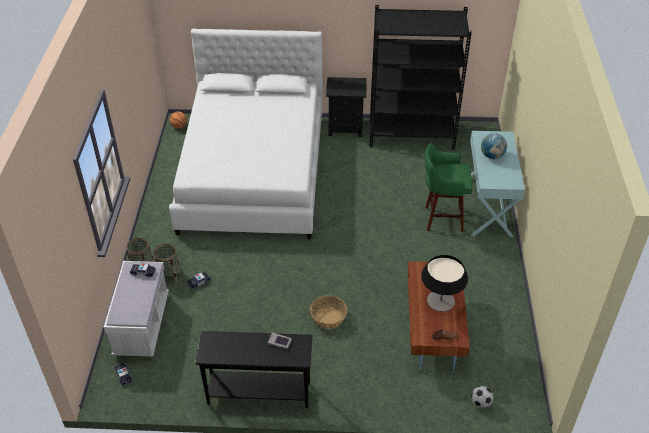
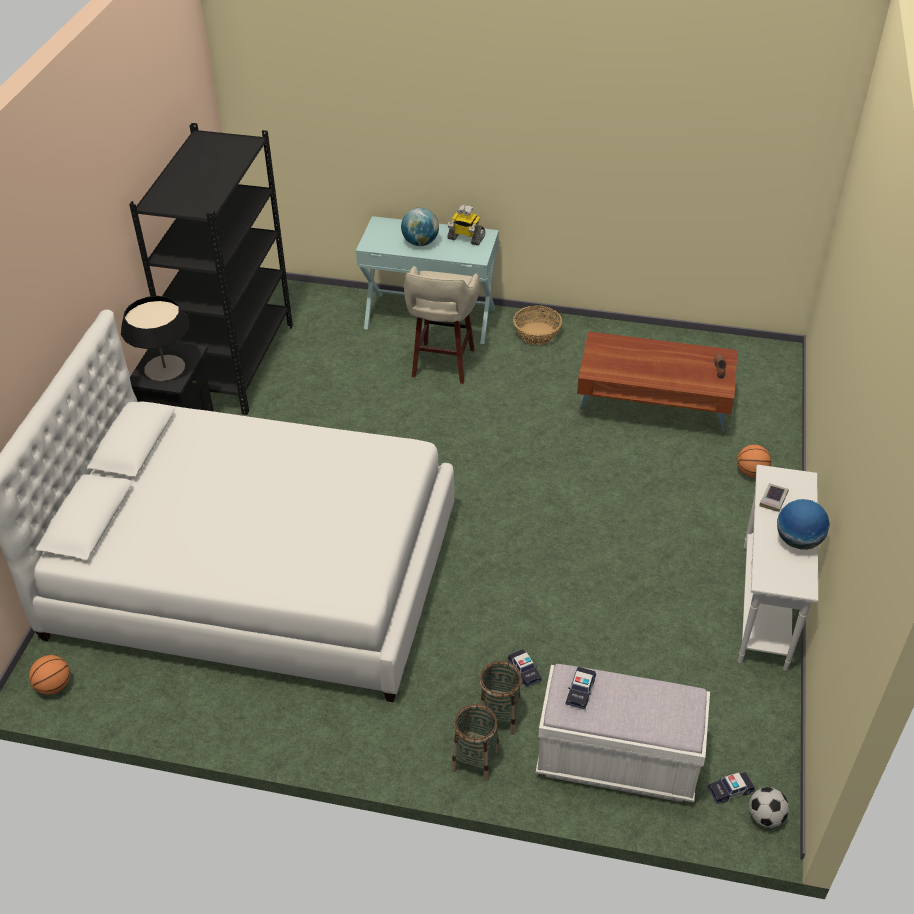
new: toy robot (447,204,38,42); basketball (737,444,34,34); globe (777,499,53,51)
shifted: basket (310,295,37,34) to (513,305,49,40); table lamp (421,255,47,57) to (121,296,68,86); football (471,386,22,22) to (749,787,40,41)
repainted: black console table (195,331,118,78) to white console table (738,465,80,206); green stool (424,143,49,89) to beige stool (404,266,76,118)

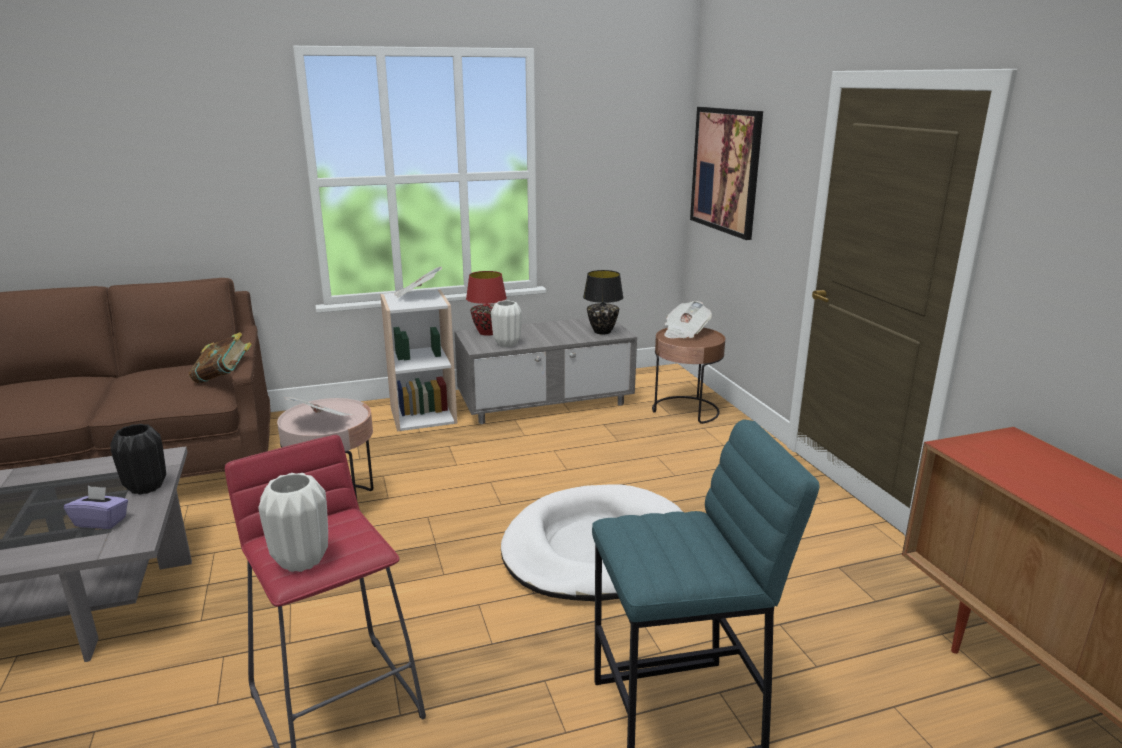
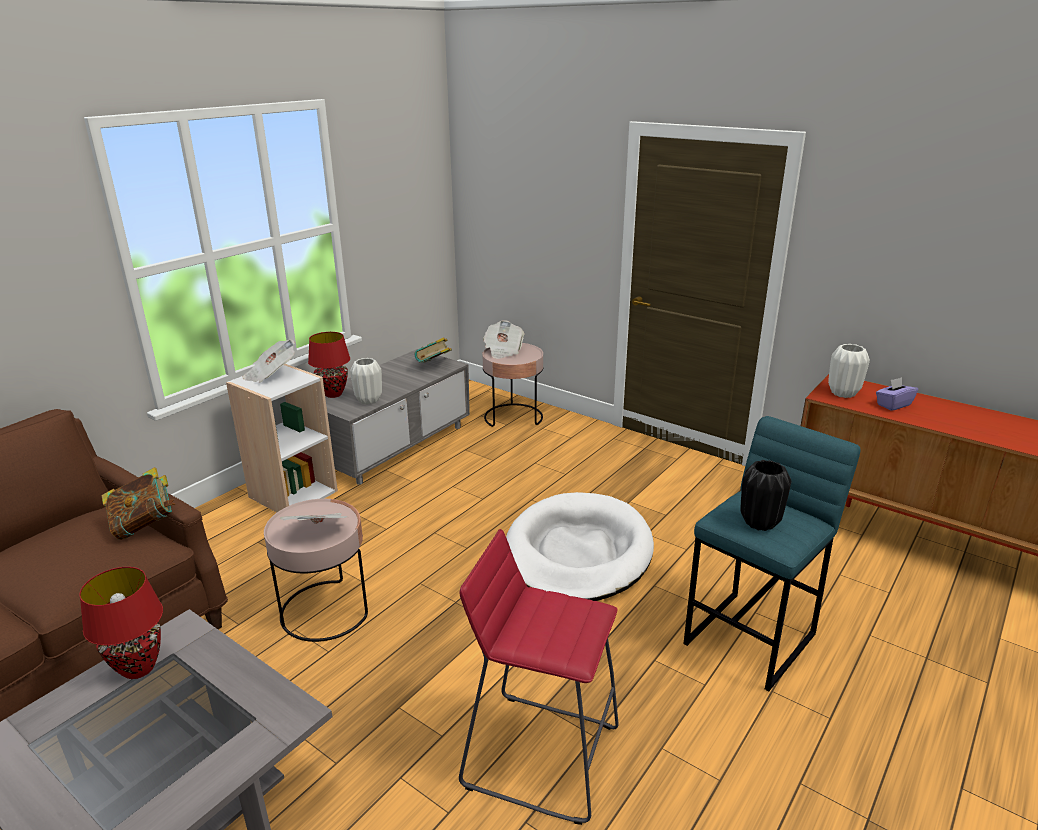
gone: picture (690,107,73,133)
new: red table lamp (79,567,84,112)
shifted: purple tissue box (64,486,64,43) to (876,377,42,34); black vase (110,424,56,71) to (740,460,51,71); white vase (258,473,70,99) to (828,344,42,54)
swapped: black table lamp (583,270,41,65) to book (415,337,37,26)
repainted: brown side table (652,328,73,96) to pink side table (482,343,61,84)

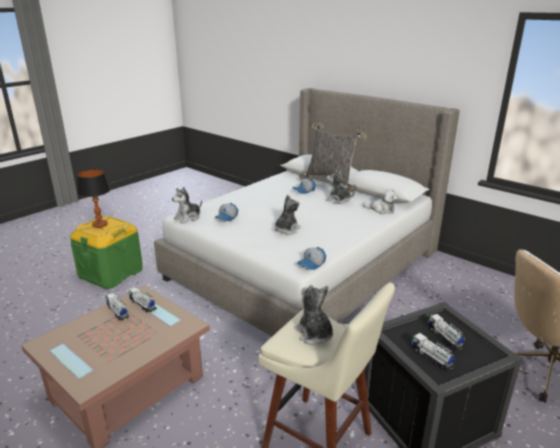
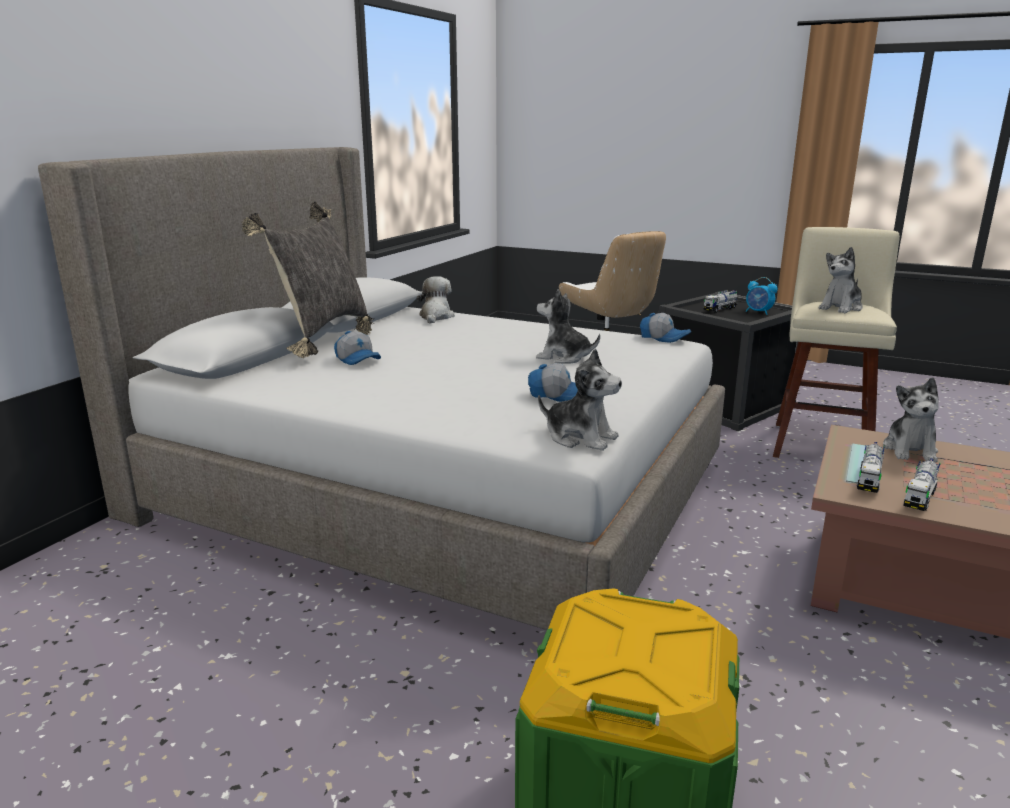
gone: table lamp (77,169,33,59)
shifted: plush toy (326,170,29,34) to (883,378,56,85)
swapped: toy truck (411,333,44,38) to alarm clock (746,277,32,38)

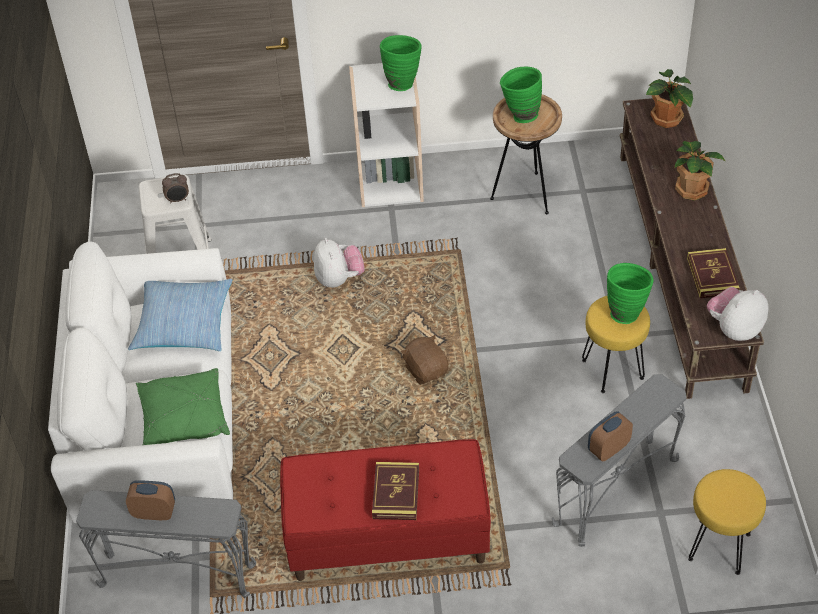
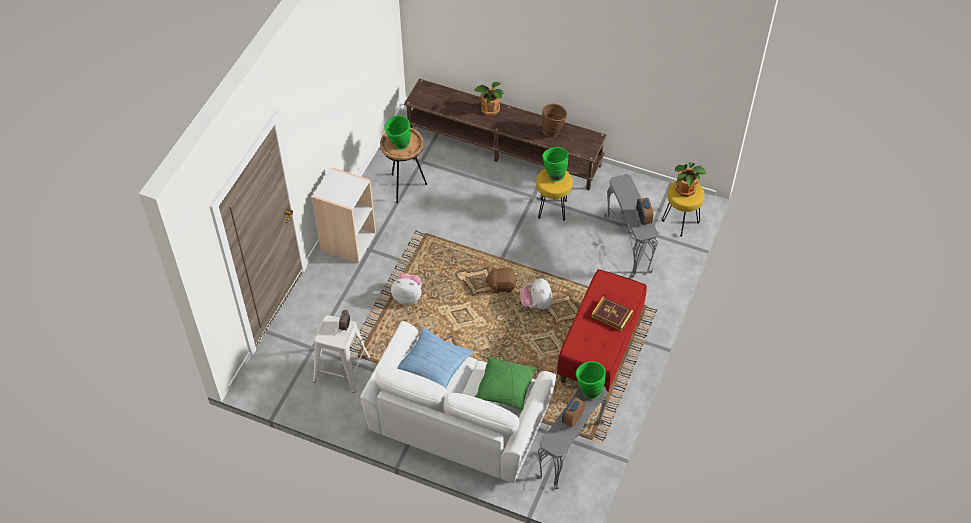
shifted: green vase (380,35,42,56) to (575,361,31,38); potted plant (646,69,47,59) to (675,162,32,35); plush toy (707,287,62,54) to (520,278,32,31)
swapped: book (687,248,53,50) to brown vase (542,104,25,33)

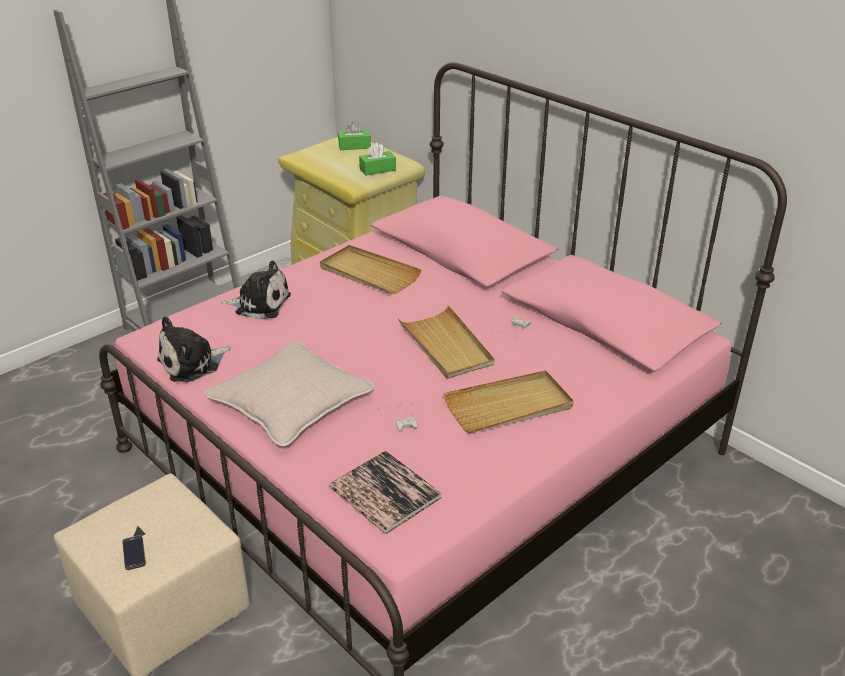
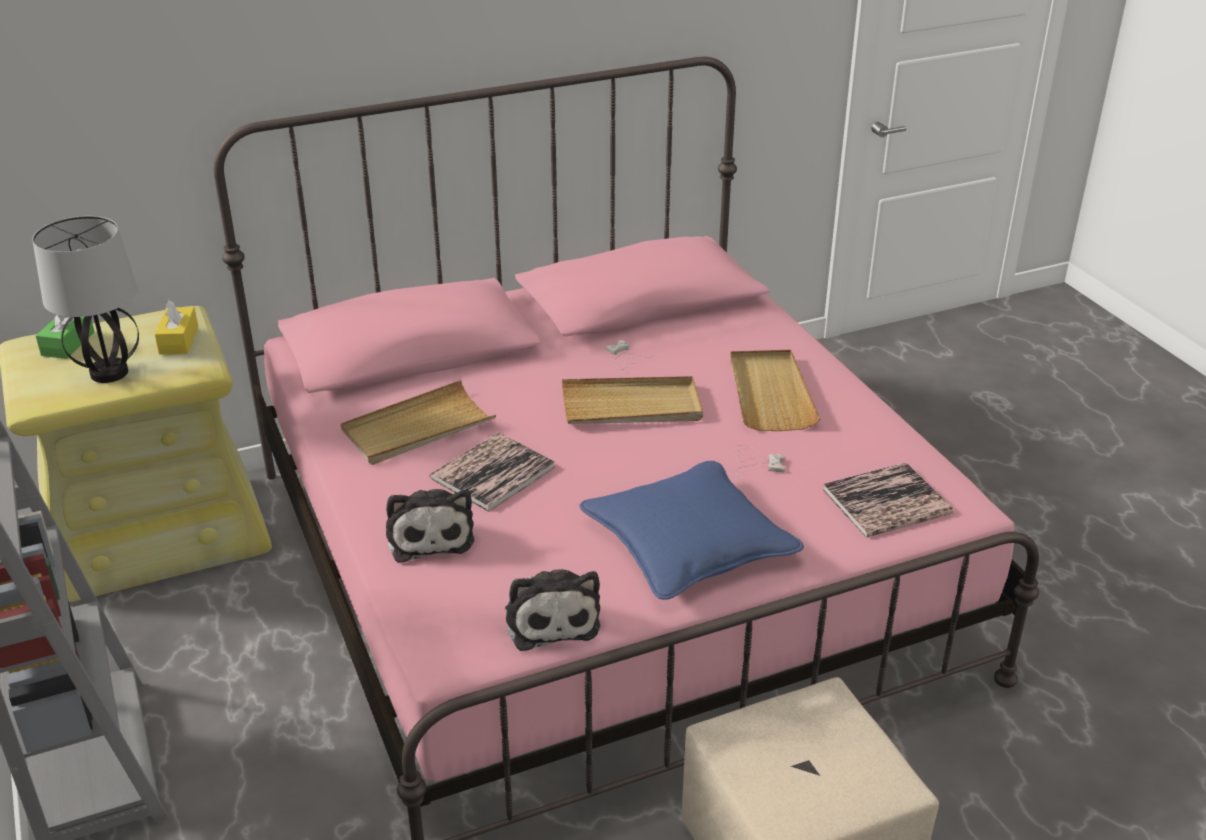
gone: phone (122,535,24,35)
new: table lamp (32,216,107,167); book (429,432,127,80)
repainted: beige pillow (204,341,170,105) to blue pillow (579,461,225,139); green tissue box (359,143,37,33) to yellow tissue box (154,300,44,54)
rotated: plush toy (221,260,70,59) = (386,489,88,74) 135 degrees clockwise

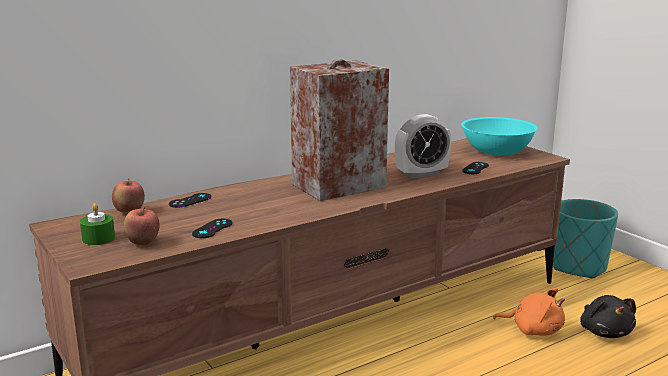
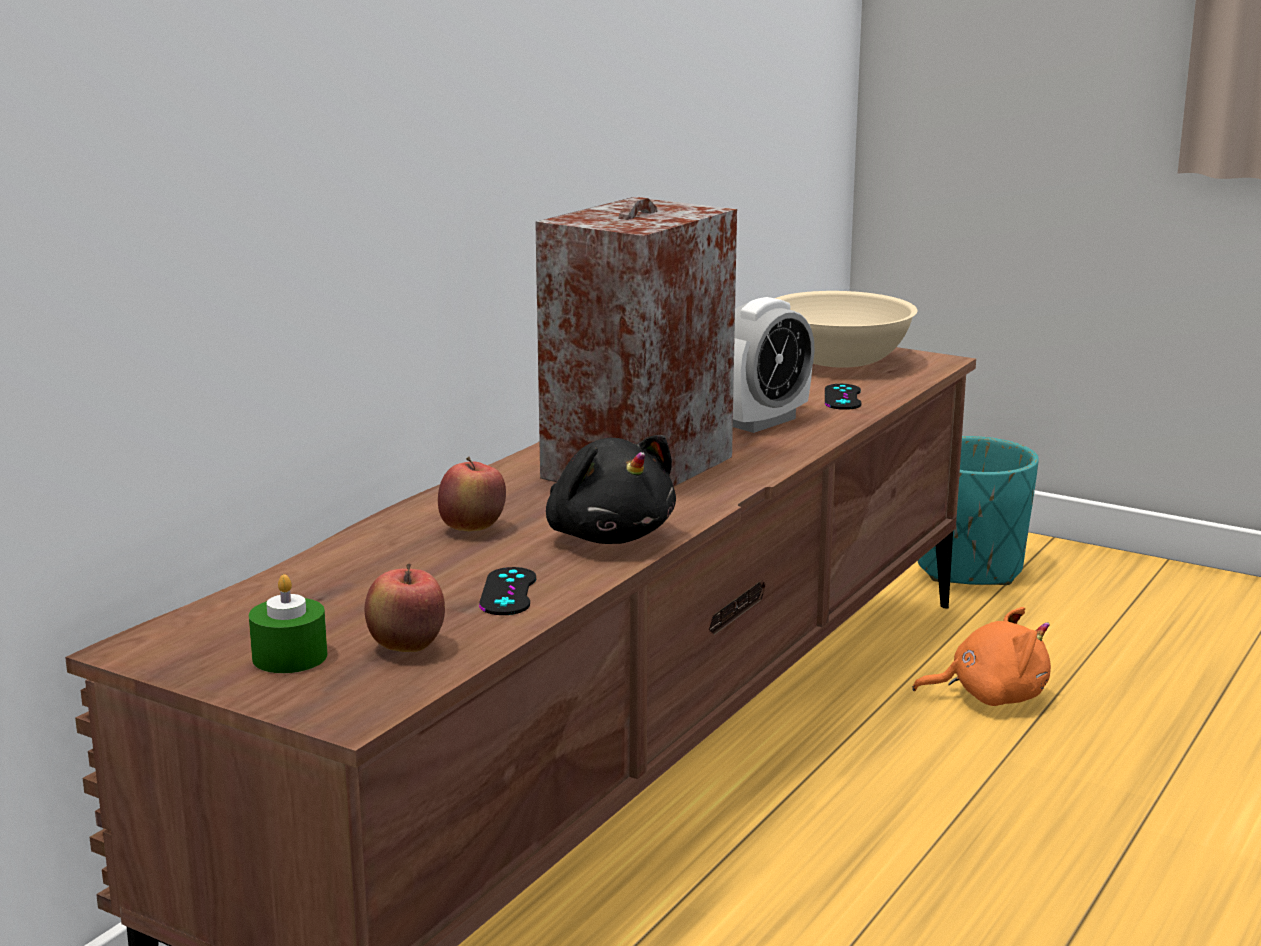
gone: black game controller (169,193,43,15)
shifted: apple (112,178,33,35) to (438,457,68,74); black plush toy (580,295,56,43) to (546,435,130,109)
repainted: turquoise bowl (461,117,77,38) to beige bowl (775,291,142,77)

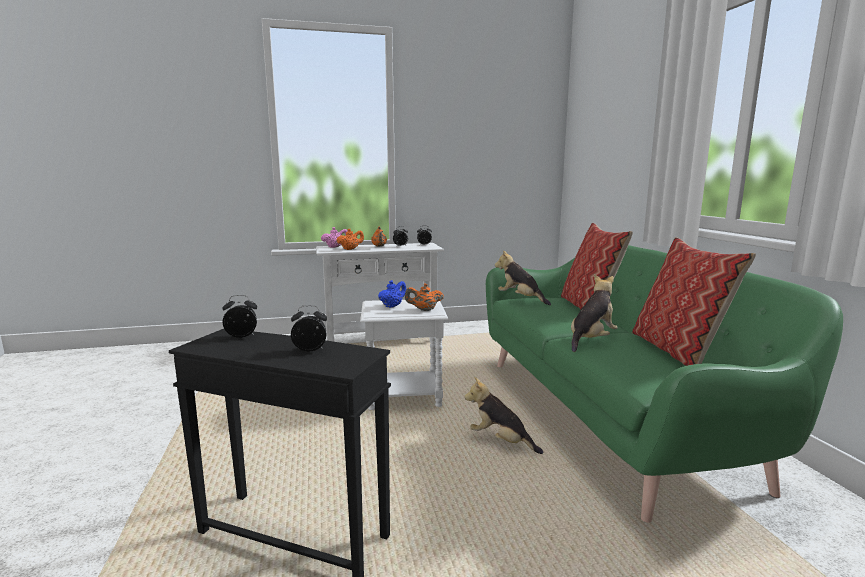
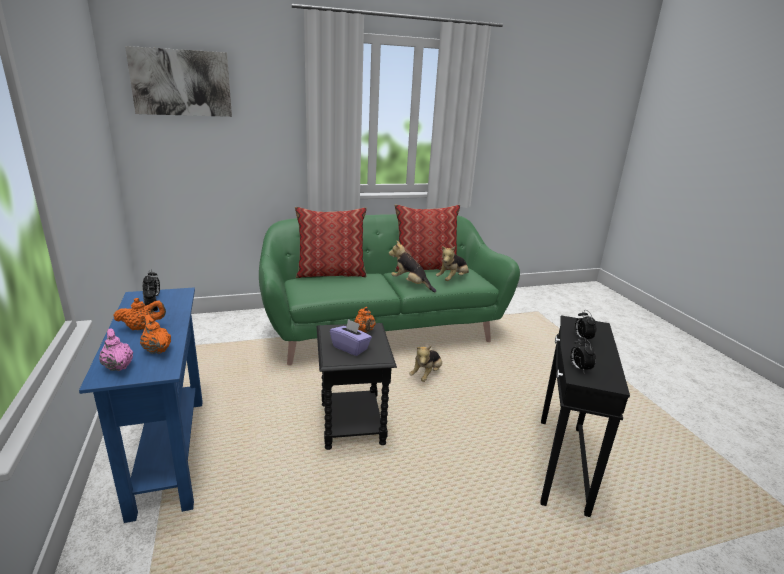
new: picture (125,46,107,71)
shifted: plush toy (495,250,56,55) to (436,246,33,35)
swapped: blue teapot (378,280,28,28) to purple tissue box (330,319,42,37)
repainted: white console table (316,243,128,99) to blue console table (79,287,124,236); white side table (360,300,89,110) to black side table (317,323,80,127)

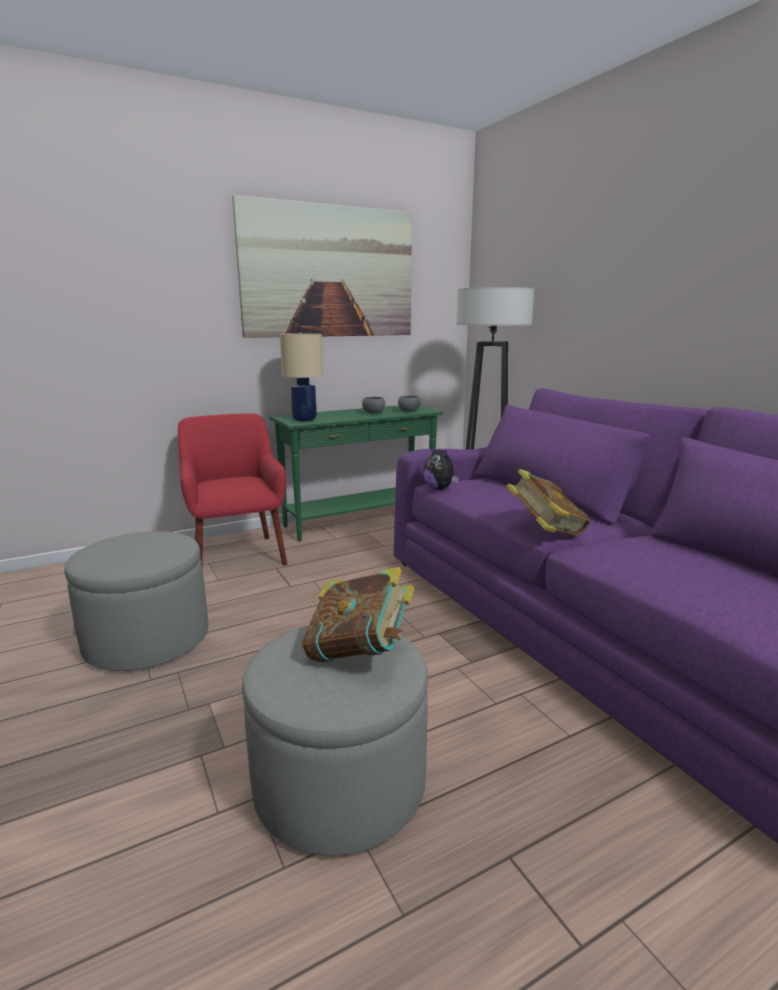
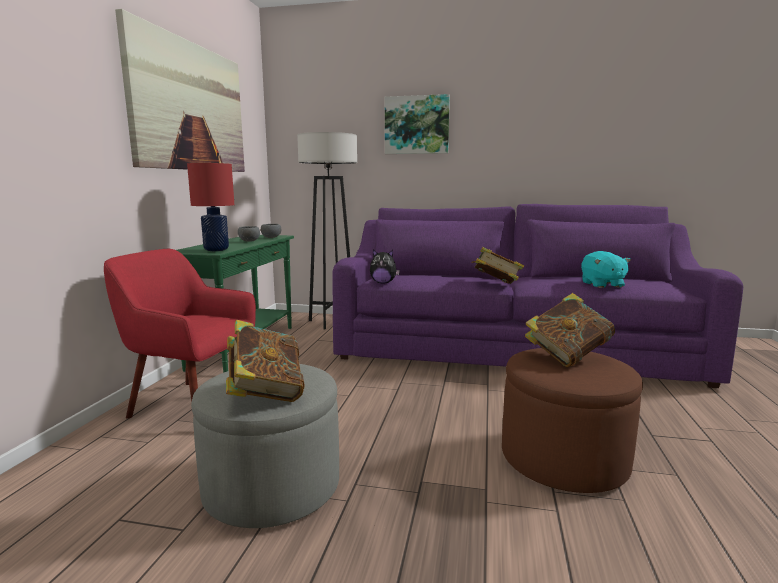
new: book (226,320,79,82); picture (385,94,65,60); turquoise plush toy (581,251,50,37)
repainted: grey ottoman (242,625,186,231) to brown ottoman (502,348,141,145); beige table lamp (280,333,43,88) to red table lamp (187,162,47,89)

